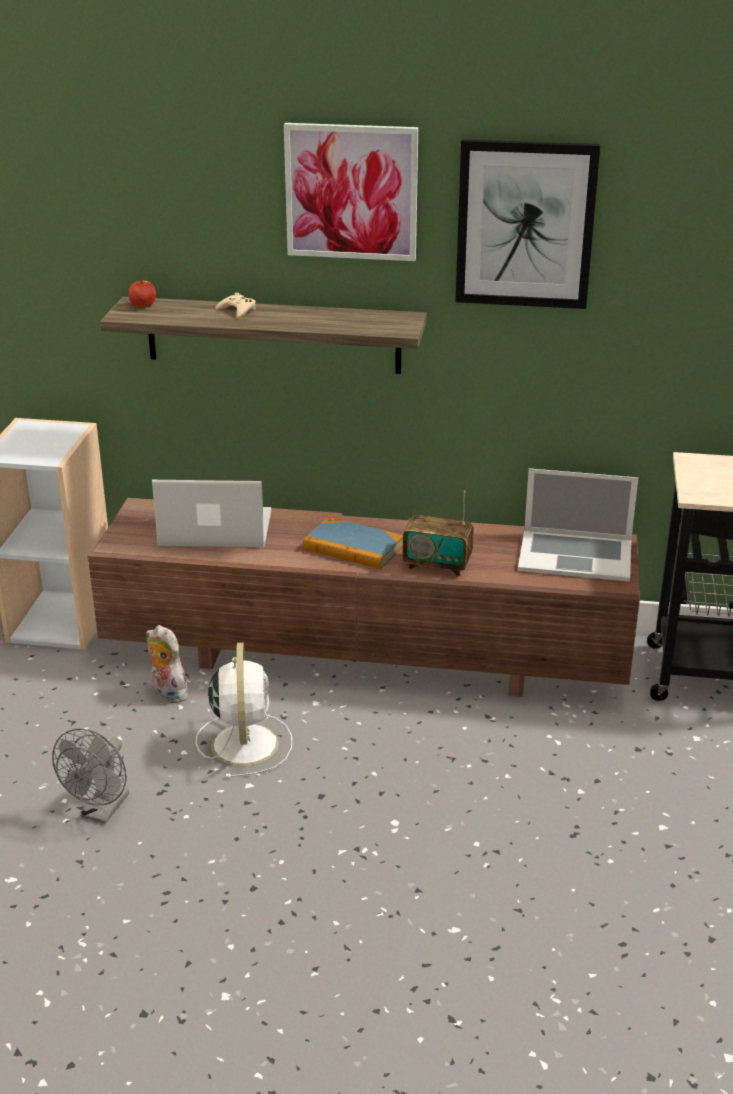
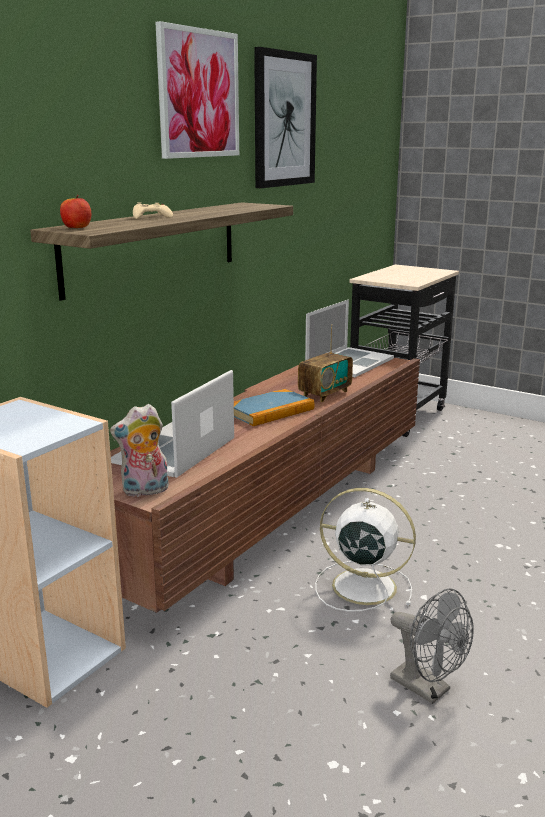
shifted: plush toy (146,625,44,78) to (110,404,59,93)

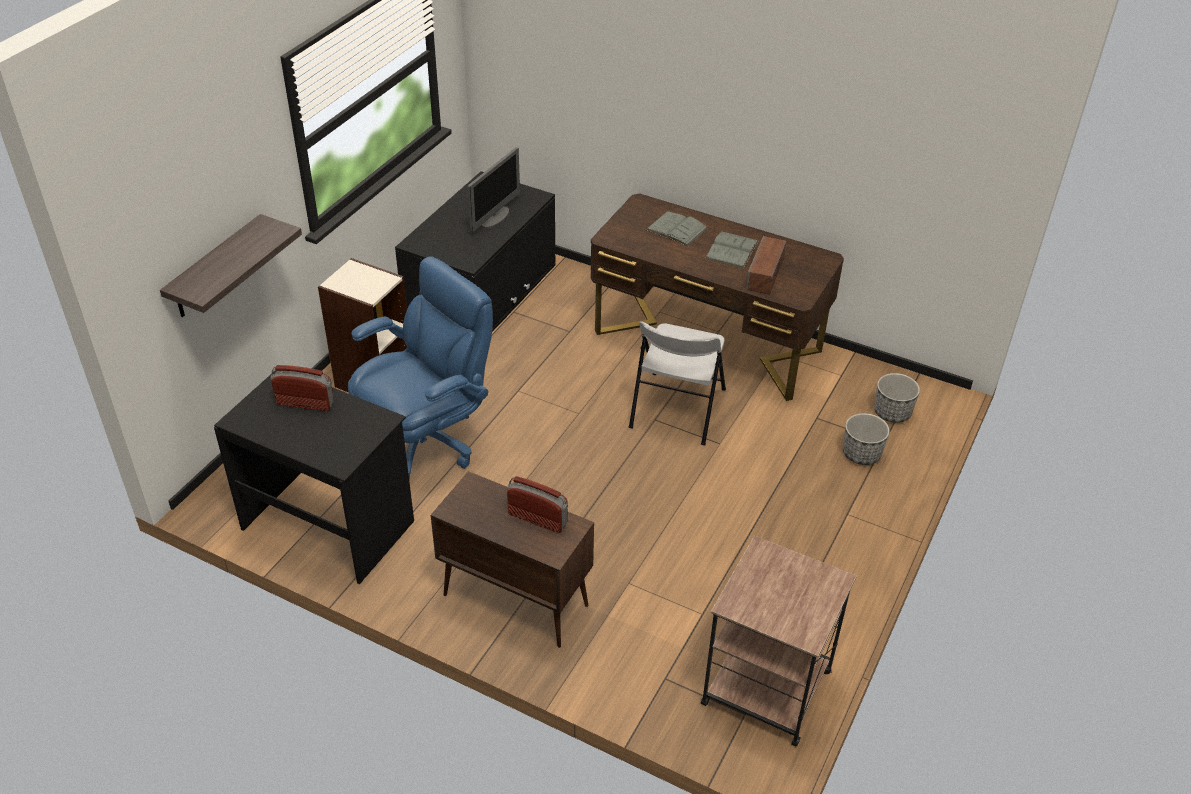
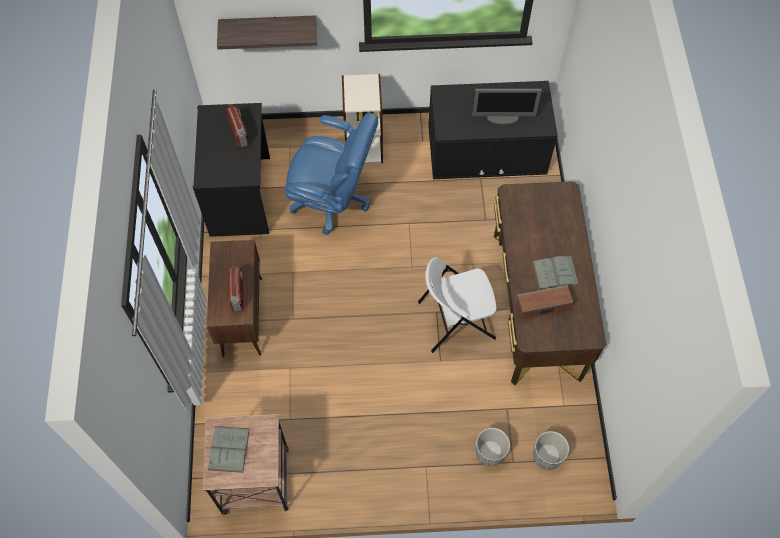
shifted: grey book (646,211,63,35) to (208,426,42,47)

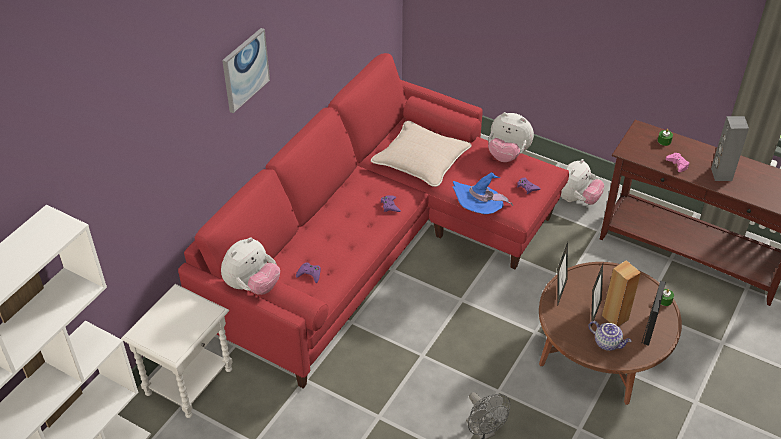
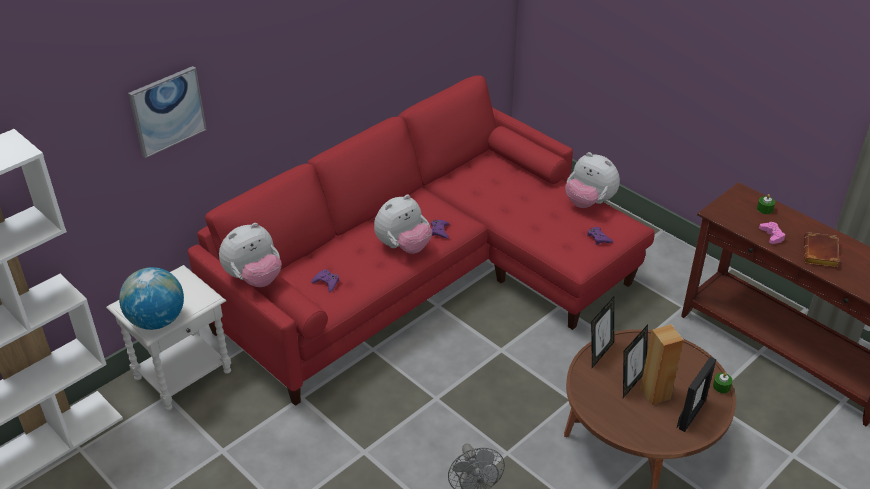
gone: beige pillow (371,121,100,66); blue hat (452,172,61,42); teapot (588,321,44,30)
new: globe (119,267,65,63)
shifted: picture (222,28,48,85) to (128,66,79,92); plush toy (561,159,44,46) to (374,194,58,60)
swapped: grey speaker (711,116,38,65) to brown book (804,232,35,36)

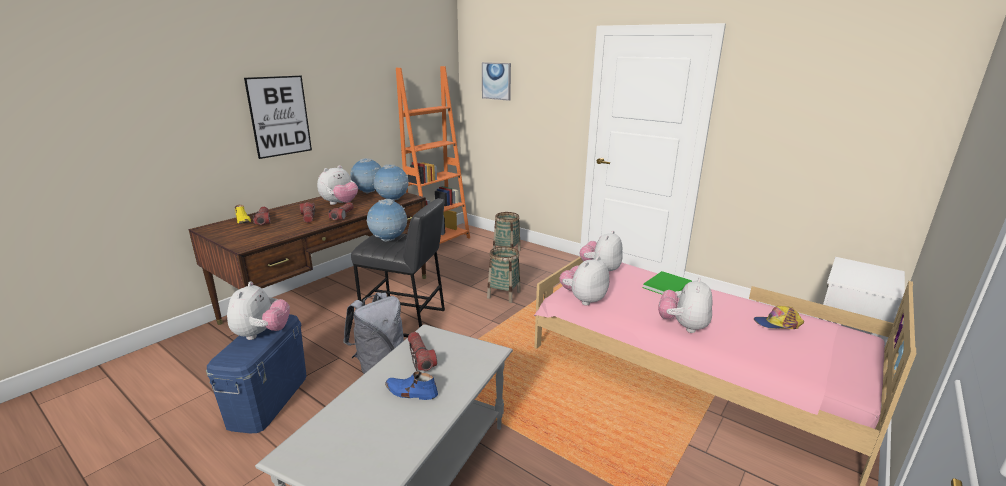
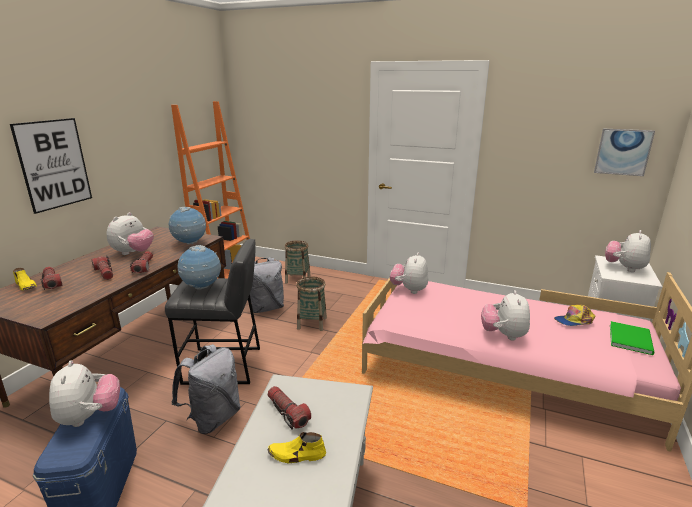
gone: globe (350,158,31,35)
new: grey backpack (250,257,34,56)
shifted: picture (482,62,29,39) to (594,129,61,47); plush toy (559,256,50,49) to (605,230,46,42); green book (643,271,49,24) to (610,321,44,34)
repainted: blue shoe (385,371,53,29) to yellow shoe (268,432,58,31)

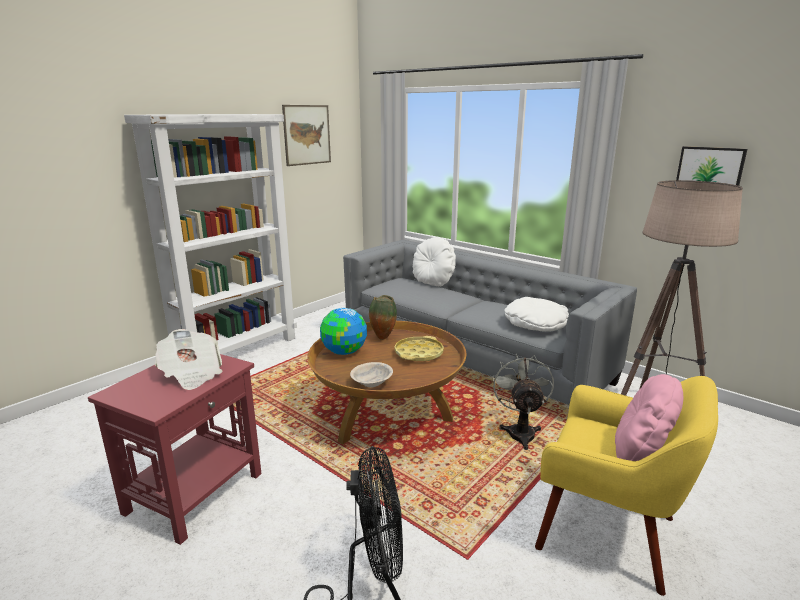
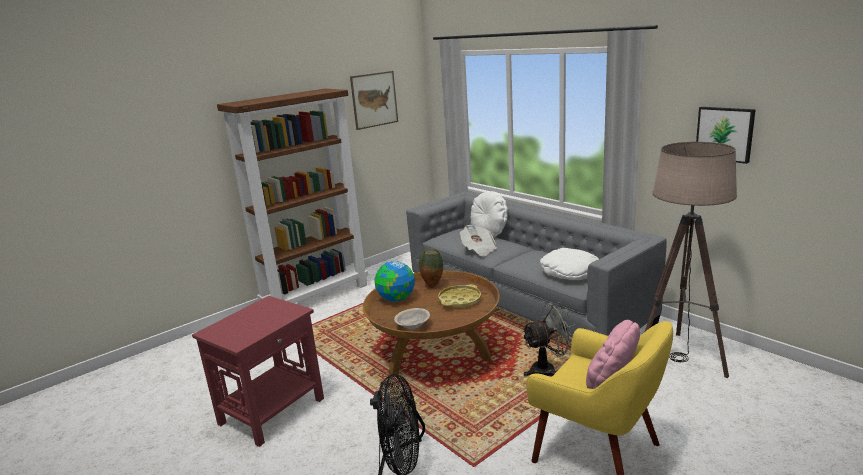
shifted: newspaper (155,329,67,61) to (460,225,37,32)
repainted: white bookcase (124,114,173,240) to brown bookcase (217,89,151,214)
rotated: grey fan (492,353,62,97) = (522,302,53,74) 60 degrees clockwise

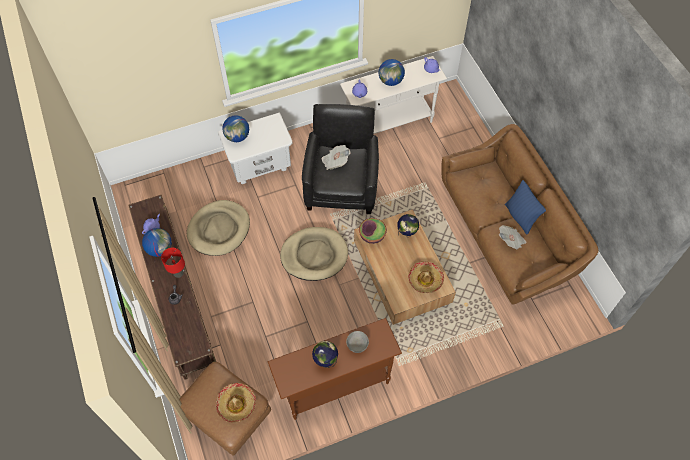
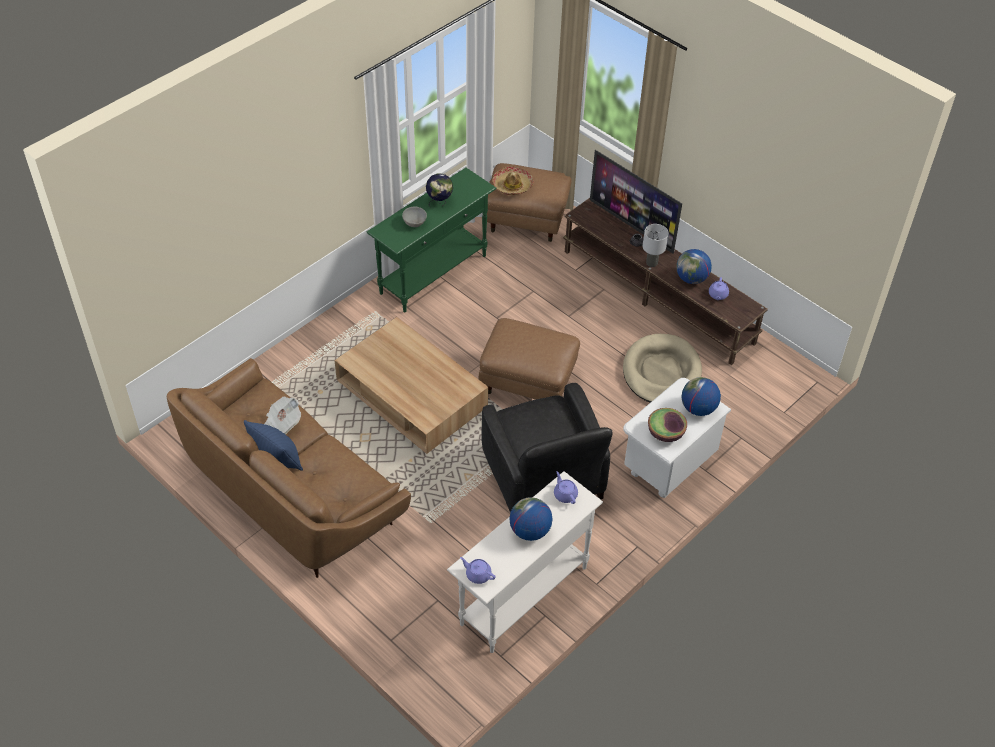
gone: newspaper (321,145,29,25); globe (397,214,22,24); hat (408,261,36,32)
new: television (590,150,92,104)
shifted: bowl (359,218,28,26) to (648,408,39,34)
swapped: beige dog bed (280,227,68,54) to brown ottoman (479,318,101,81)
repainted: red table lamp (161,248,24,30) to white table lamp (643,224,25,43); brown console table (268,318,134,102) to green console table (366,167,130,146)

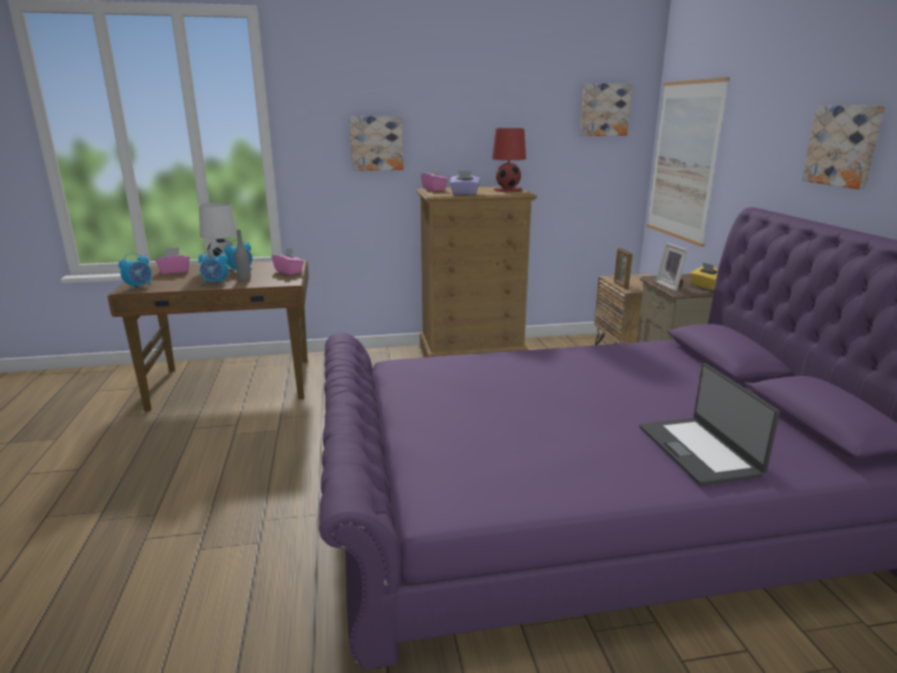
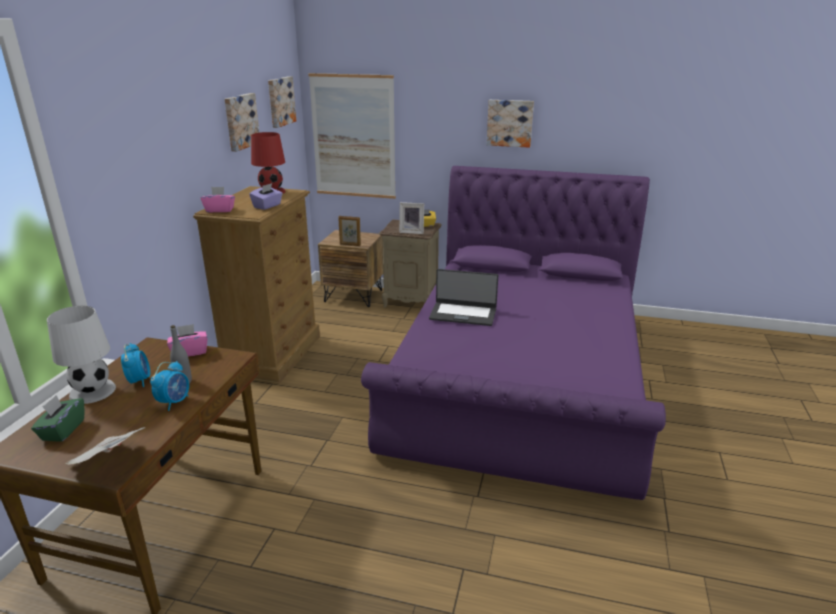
shifted: picture (349,116,54,55) to (225,93,34,59); laptop (639,363,141,122) to (429,269,69,57)
swapped: alarm clock (118,252,34,38) to newspaper (66,427,80,38)
repainted: pink tissue box (156,247,34,27) to green tissue box (31,395,54,47)

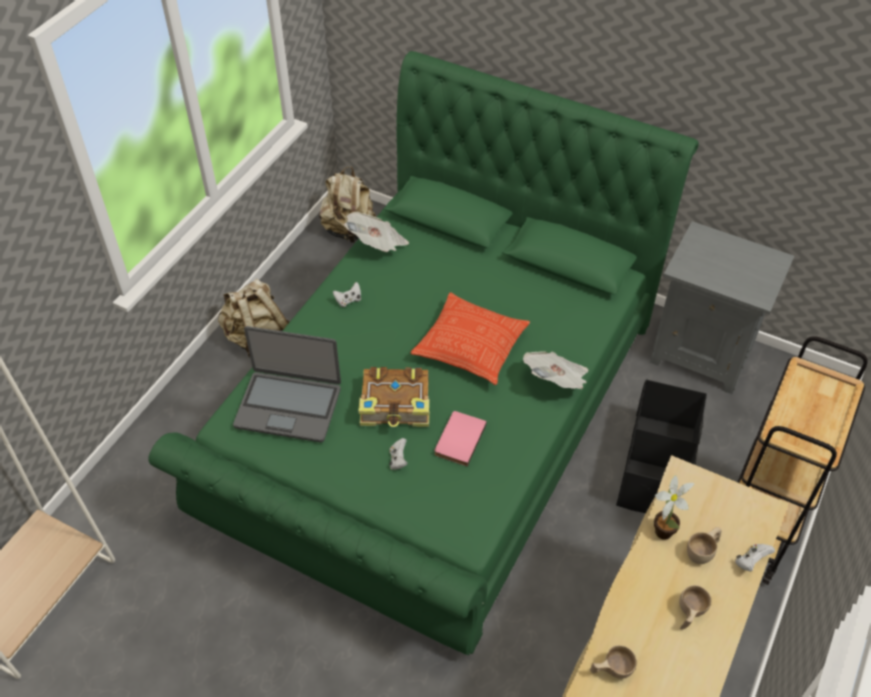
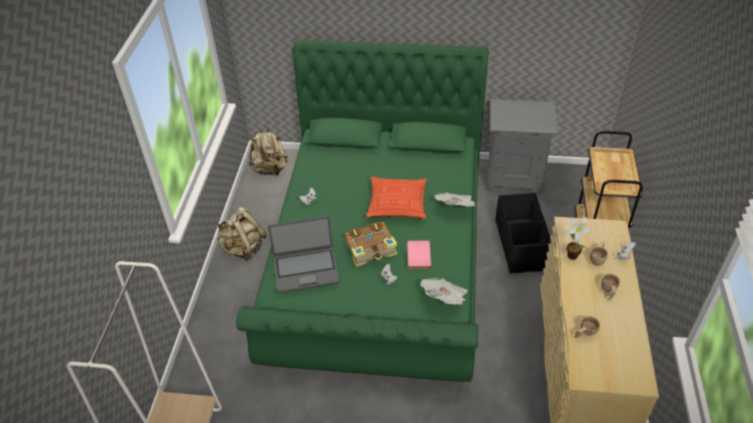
shifted: newspaper (344,212,65,40) to (421,278,47,27)

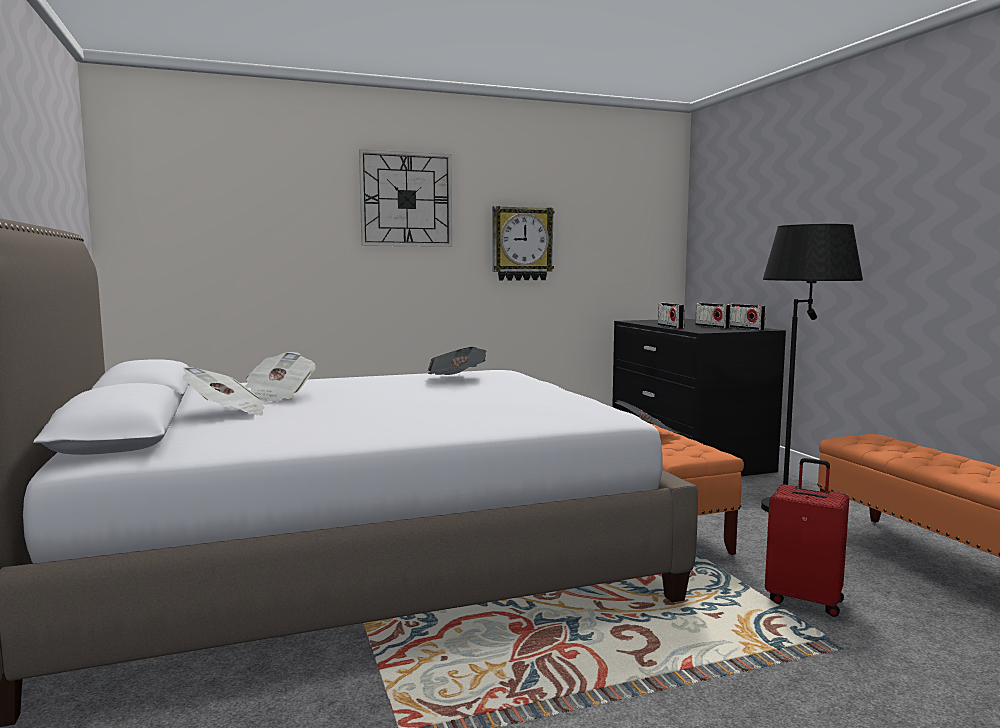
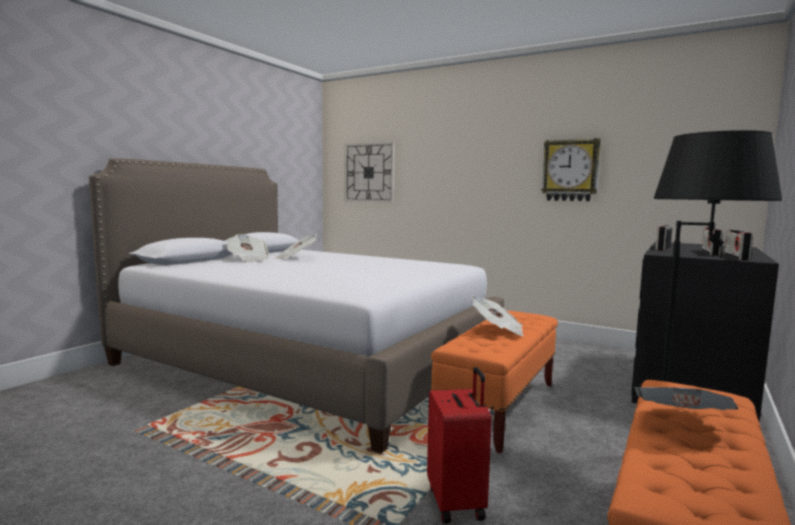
shifted: wall clock (359,149,93,98) to (345,142,50,61); newspaper (428,347,58,28) to (634,387,105,23)

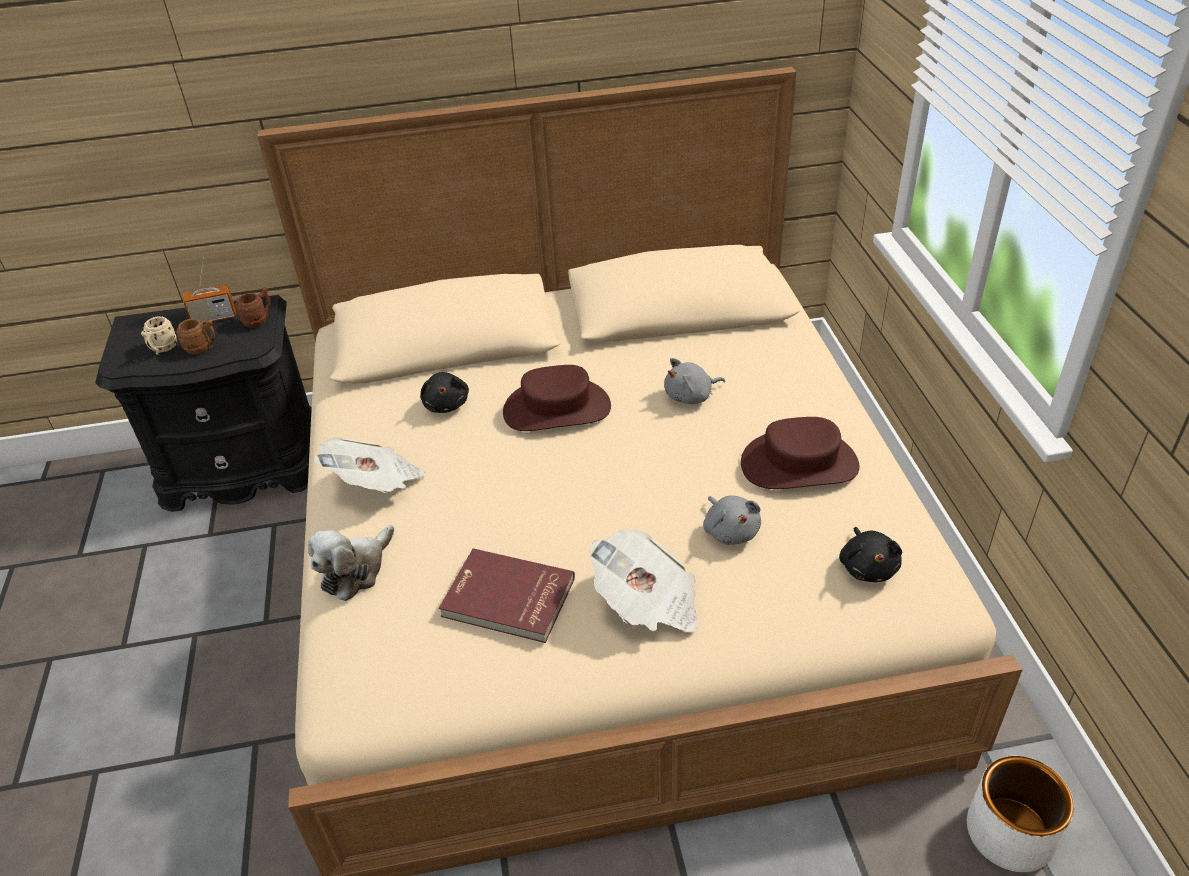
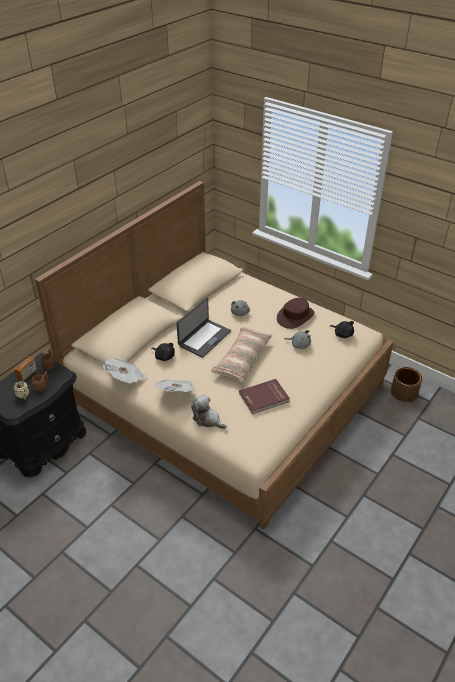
new: pillow (211,327,61,56)
shifted: newspaper (589,530,108,102) to (103,358,44,26)
swapped: brown hat (503,365,108,66) to laptop (177,297,54,61)
repainted: white planter (967,756,107,116) to brown planter (391,367,31,35)
rotated: plush toy (308,525,86,76) = (191,395,36,34) 135 degrees clockwise

